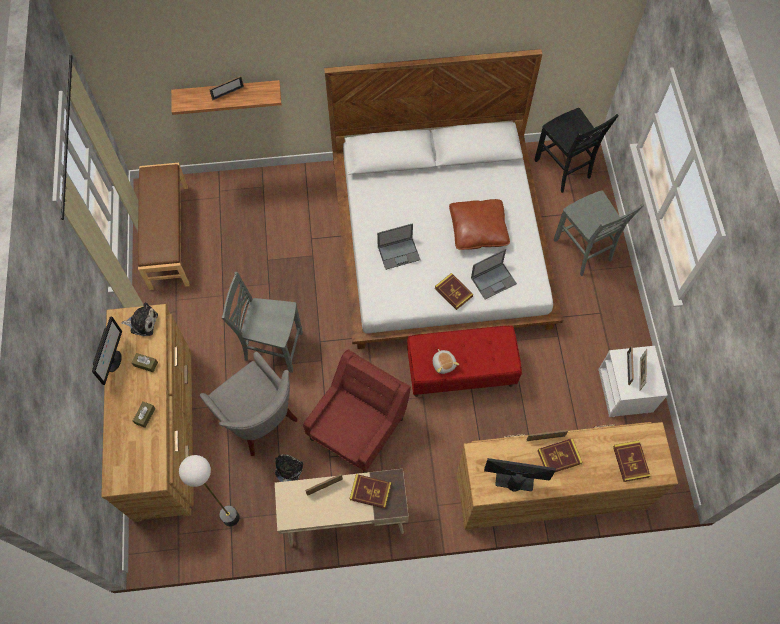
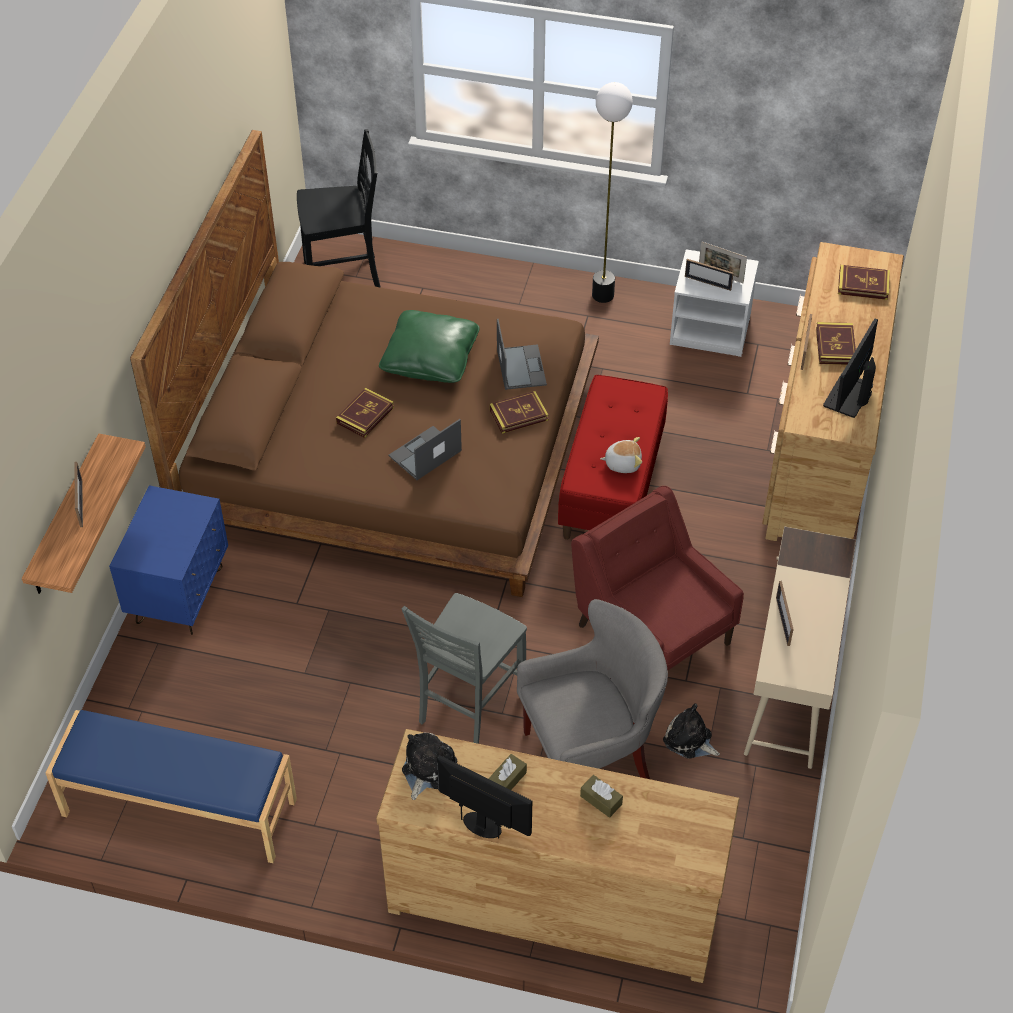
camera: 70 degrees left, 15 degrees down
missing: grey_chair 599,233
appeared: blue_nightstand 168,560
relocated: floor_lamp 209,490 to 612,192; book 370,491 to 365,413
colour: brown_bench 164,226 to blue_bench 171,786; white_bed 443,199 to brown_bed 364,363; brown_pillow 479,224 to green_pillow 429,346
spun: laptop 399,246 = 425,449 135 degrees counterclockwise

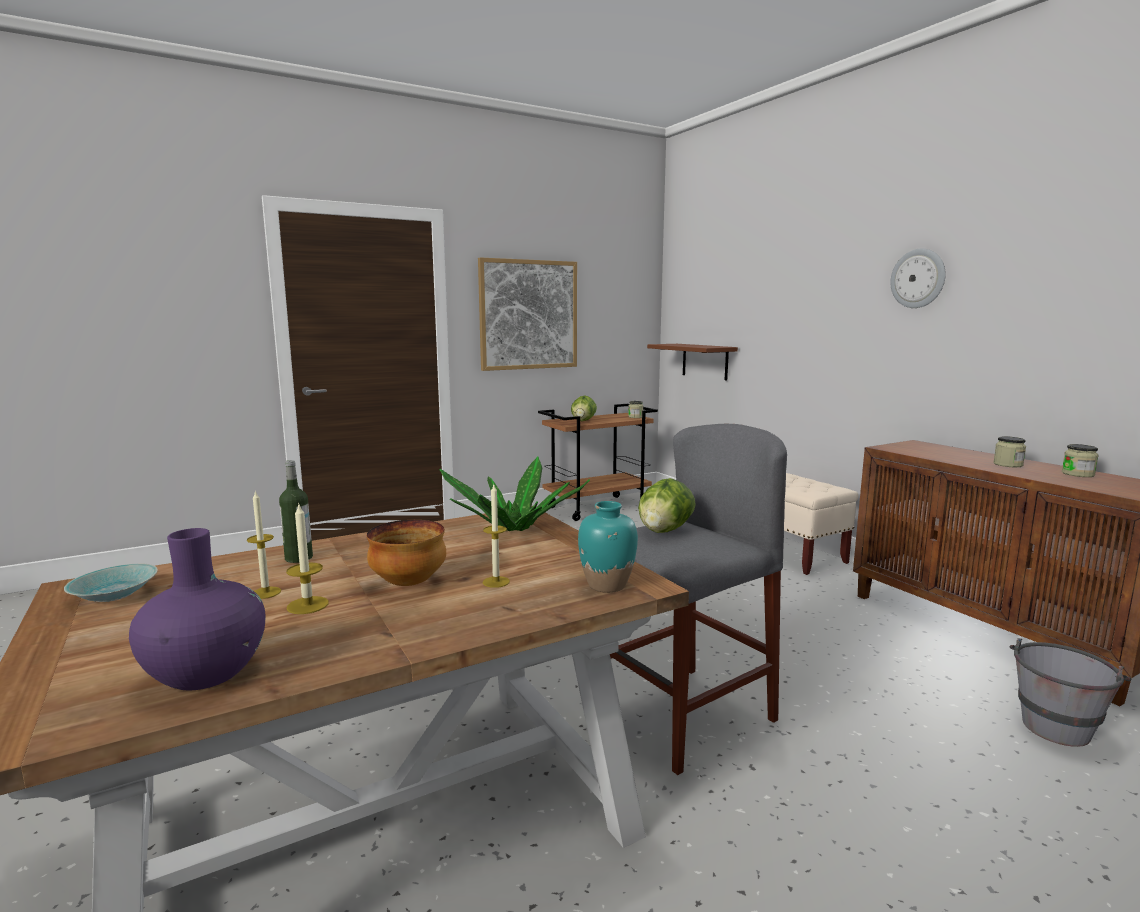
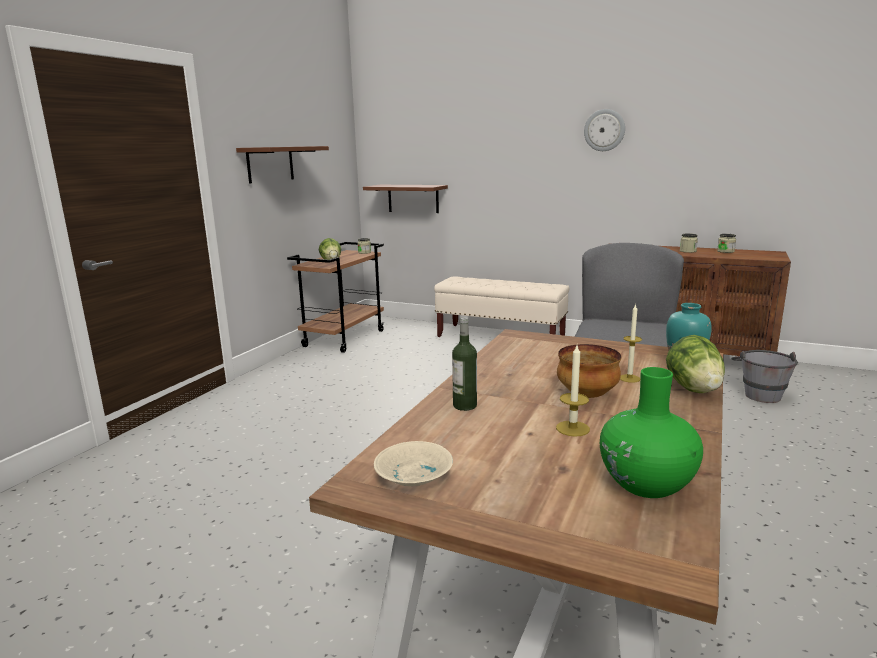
camera: 35 degrees left, 5 degrees up
missing: candle 264,545; potted_plant 514,494
relocated: lettuce 667,505 to 695,364
exchanged: picture 527,314 to brown_shelf 282,165
colour: turquoise_bowl 111,583 to beige_bowl 413,463; purple_vase 197,609 to green_vase 651,432

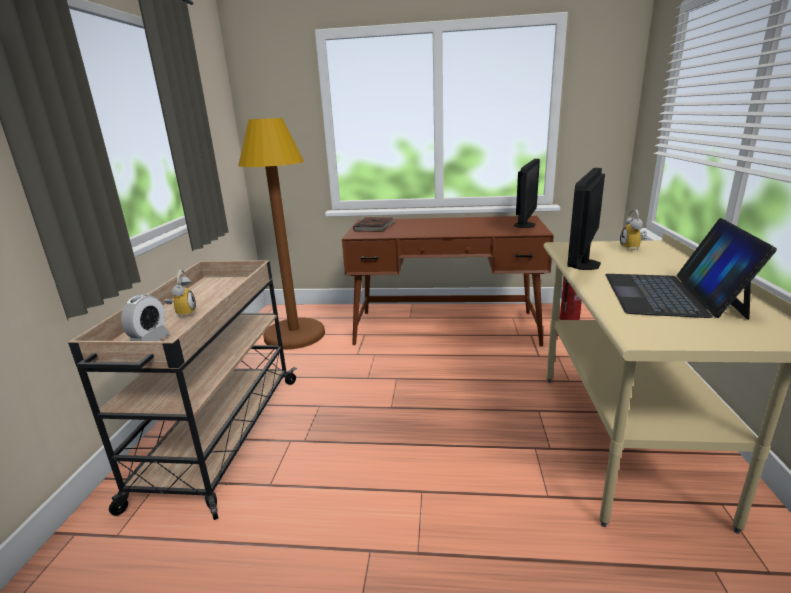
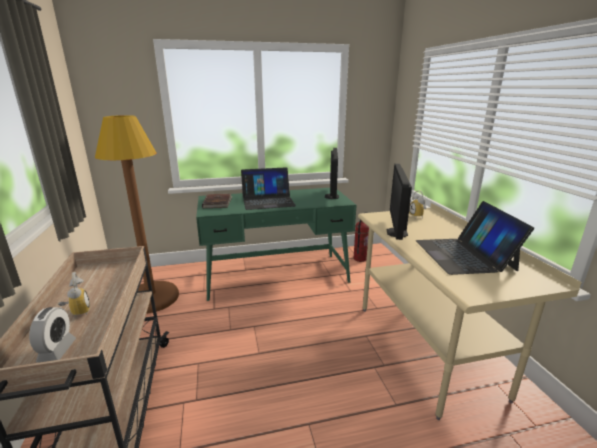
camera: 20 degrees left, 0 degrees up
appeared: laptop 268,188
colour: brown_desk 448,281 to green_desk 276,244

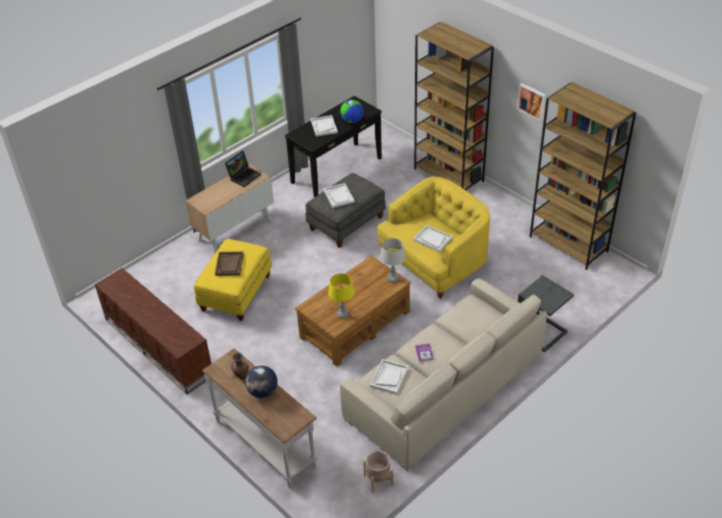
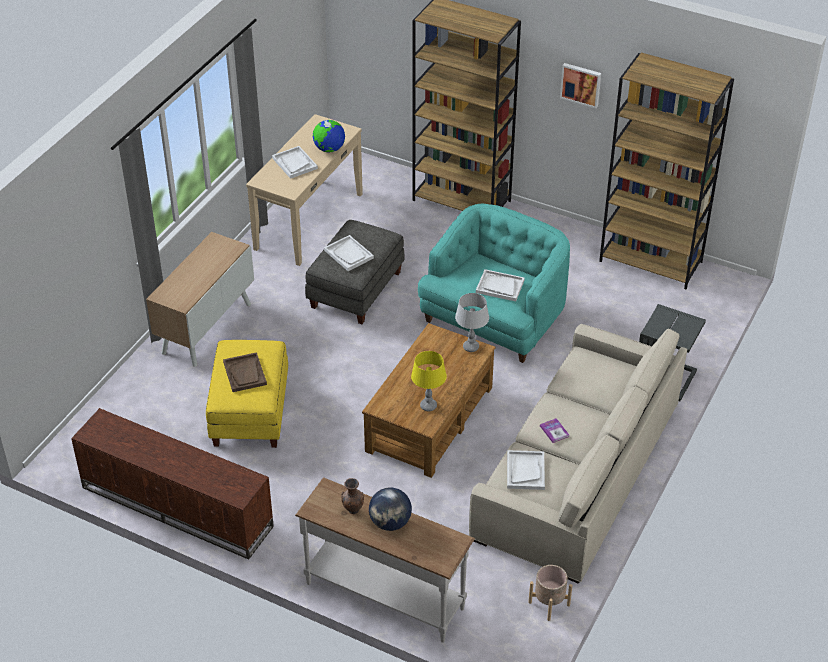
camera: 20 degrees left, 0 degrees up
missing: laptop 243,169
colour: black_console_table 333,147 to beige_console_table 304,190; yellow_armchair 433,238 to turquoise_armchair 494,283

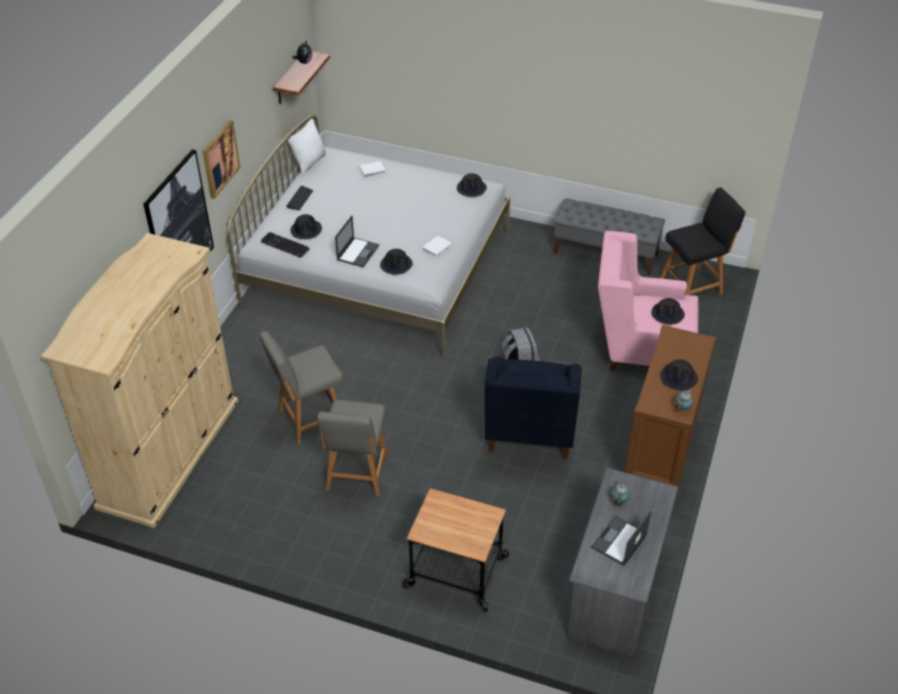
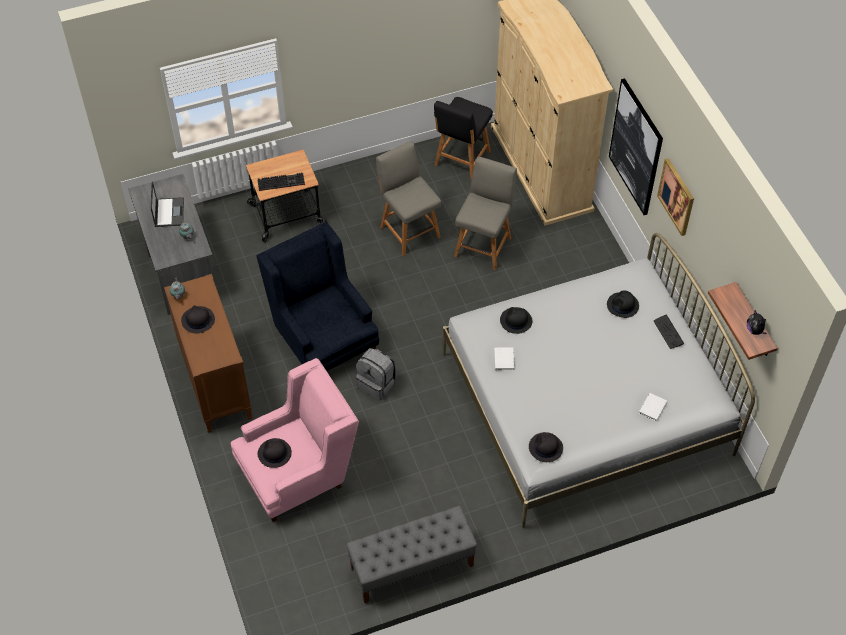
camera: 140 degrees right, 10 degrees up
missing: white_pillow 307,146; laptop 357,241
relocated: keyboard 285,245 to 281,182; black_chair 702,241 to 463,138

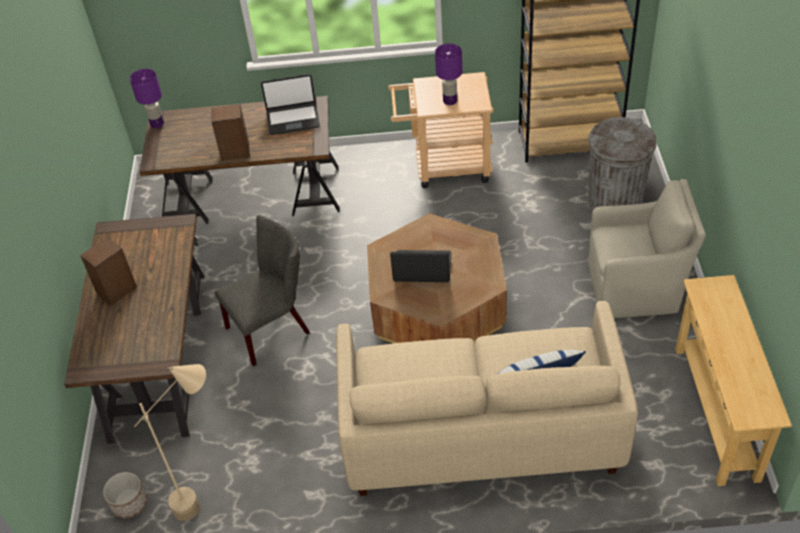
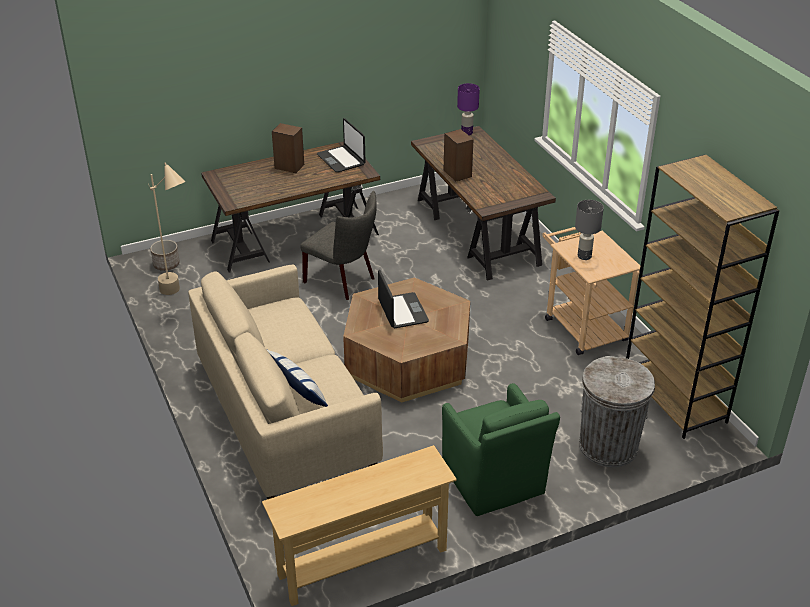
camera: 65 degrees right, 10 degrees down
relocated: laptop 290,104 to 341,145
colour: purple_table_lamp 448,74 to grey_table_lamp 589,230; beige_armchair 647,248 to green_armchair 501,449

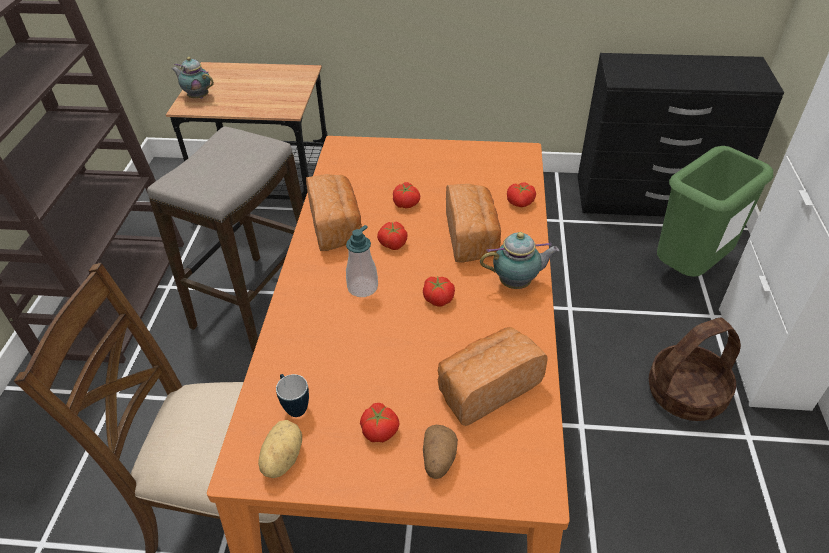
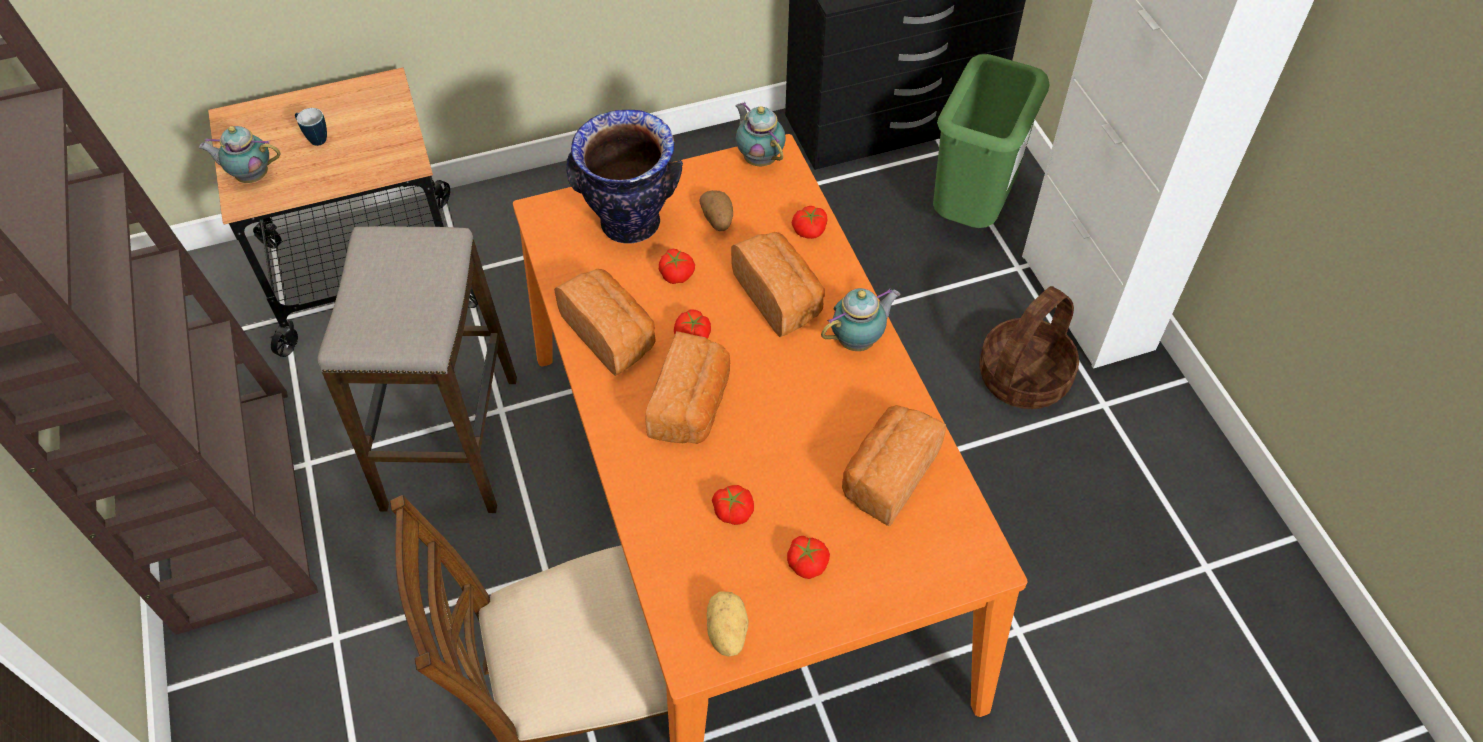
camera: 25 degrees left, 10 degrees up
appeared: vase 624,177; teapot 761,134
relocated: mug 292,395 to 311,127; tomato 439,291 to 733,505; potato 440,452 to 716,210
exchanged: soap_dispenser 362,261 to bread 687,387

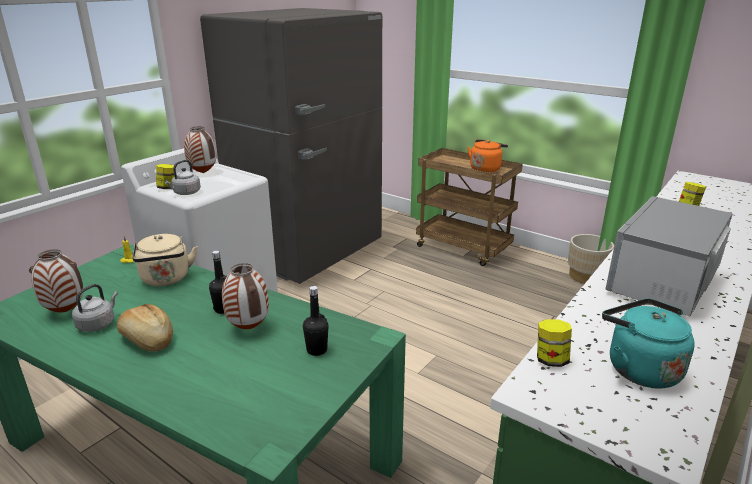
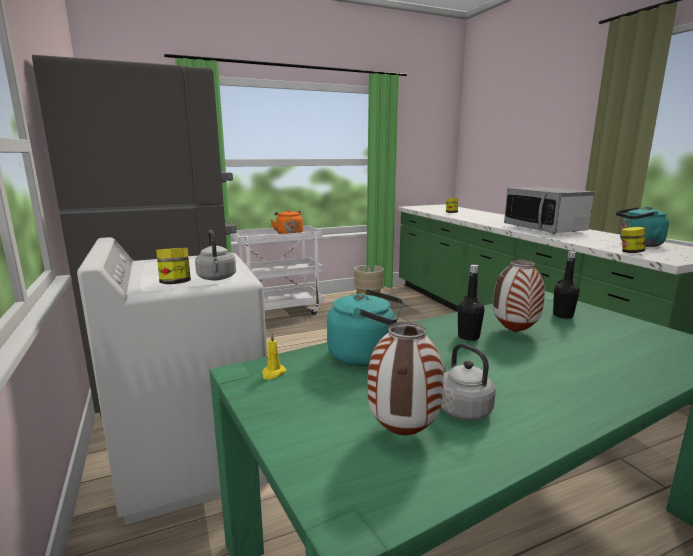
camera: 60 degrees left, 10 degrees down
missing: bread 145,328; vase 200,150
colour: beige_kettle 165,260 to turquoise_kettle 365,327; brown_cart 469,207 to white_cart 278,270

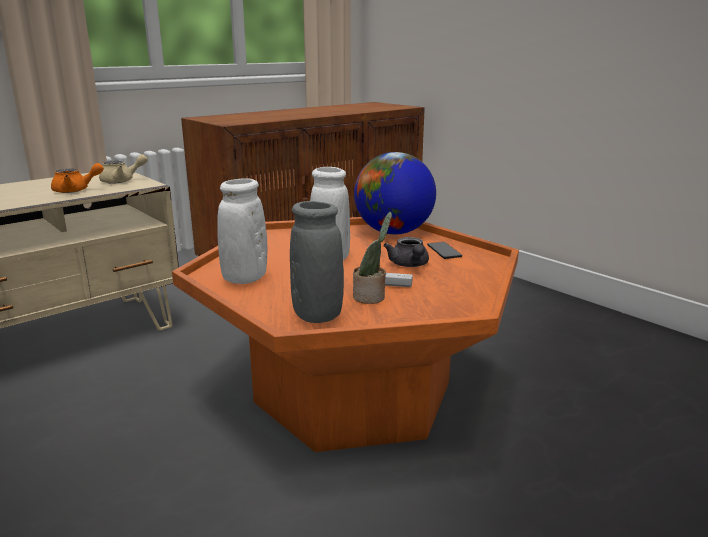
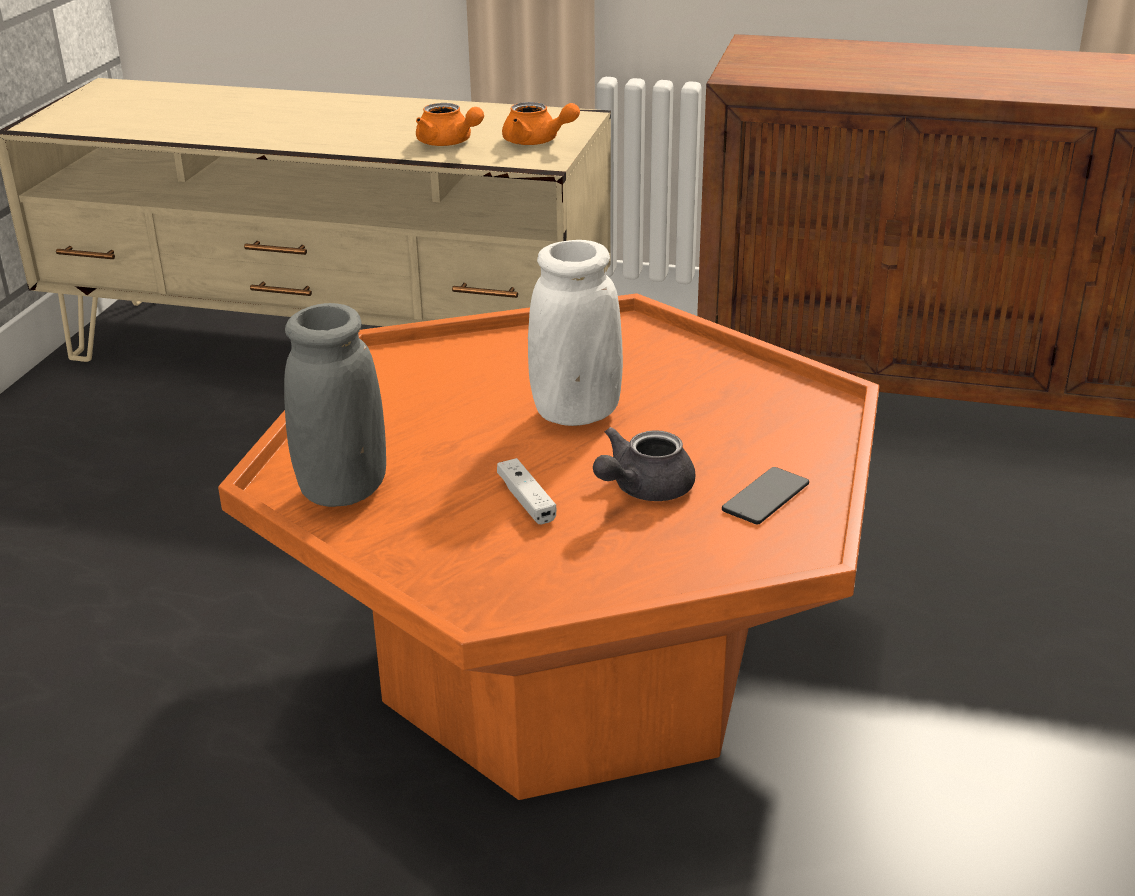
camera: 55 degrees right, 10 degrees up
missing: white_vase 242,231; potted_plant 372,258; globe 395,193
colour: beige_teapot 123,169 to orange_teapot 541,123

